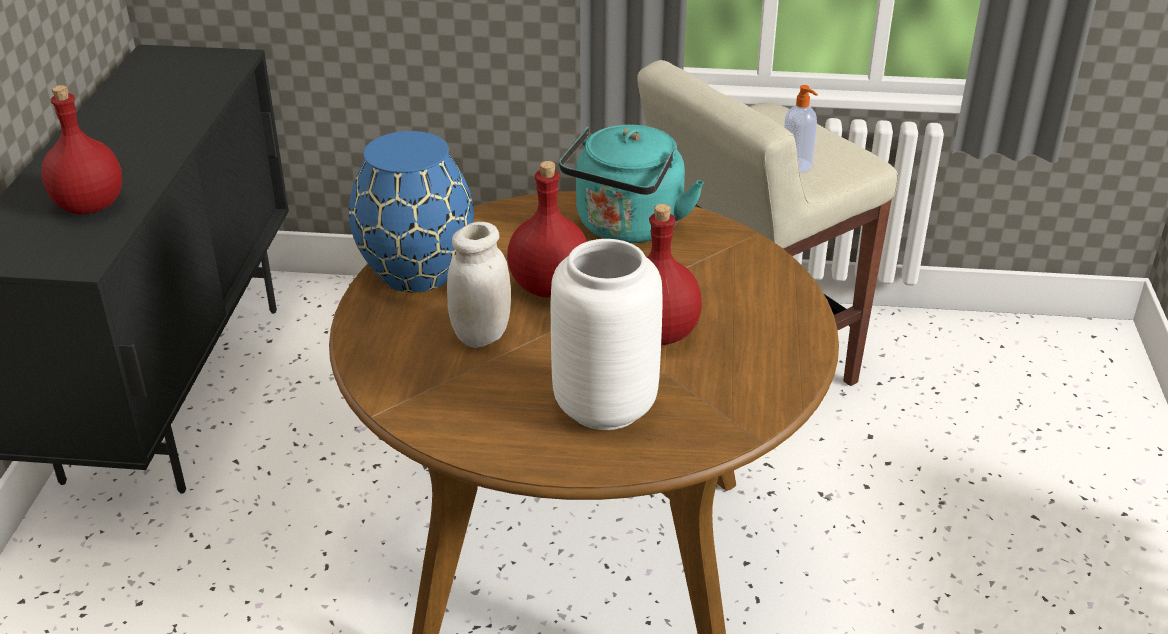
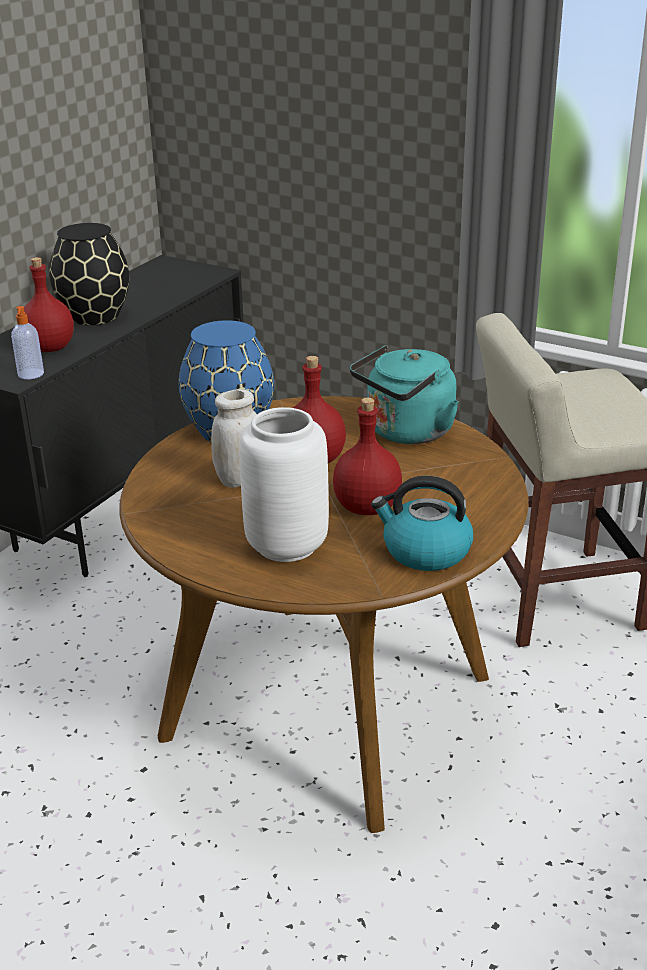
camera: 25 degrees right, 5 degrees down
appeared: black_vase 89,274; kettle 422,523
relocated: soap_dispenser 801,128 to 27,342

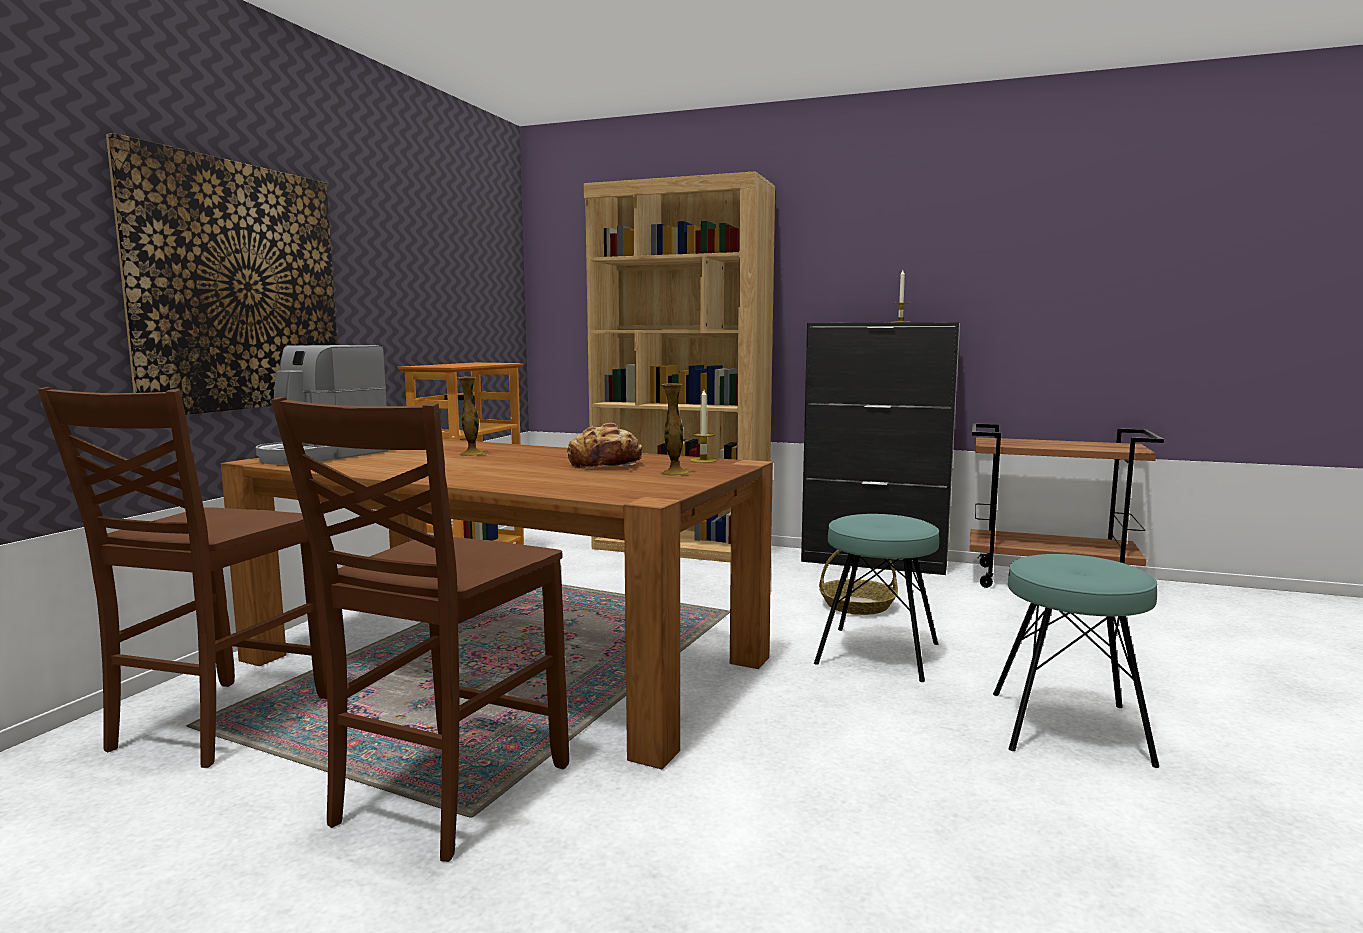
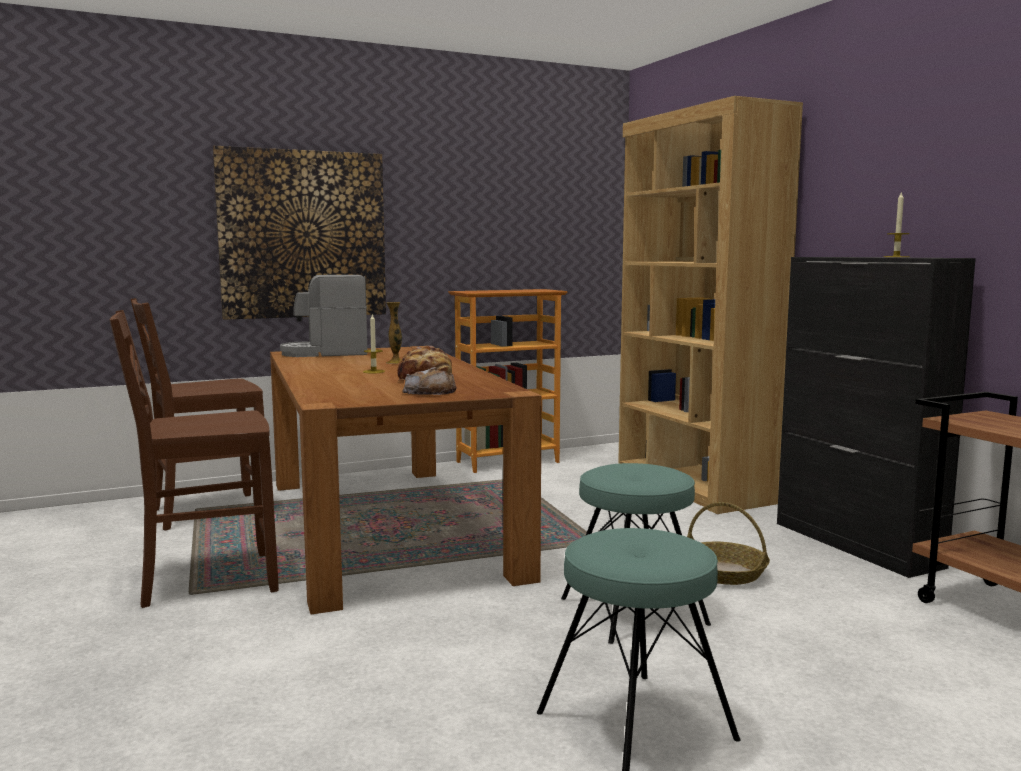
camera: 45 degrees right, 0 degrees up
relocated: candle 703,426 to 374,343
exchanged: vase 675,429 to bread 429,381

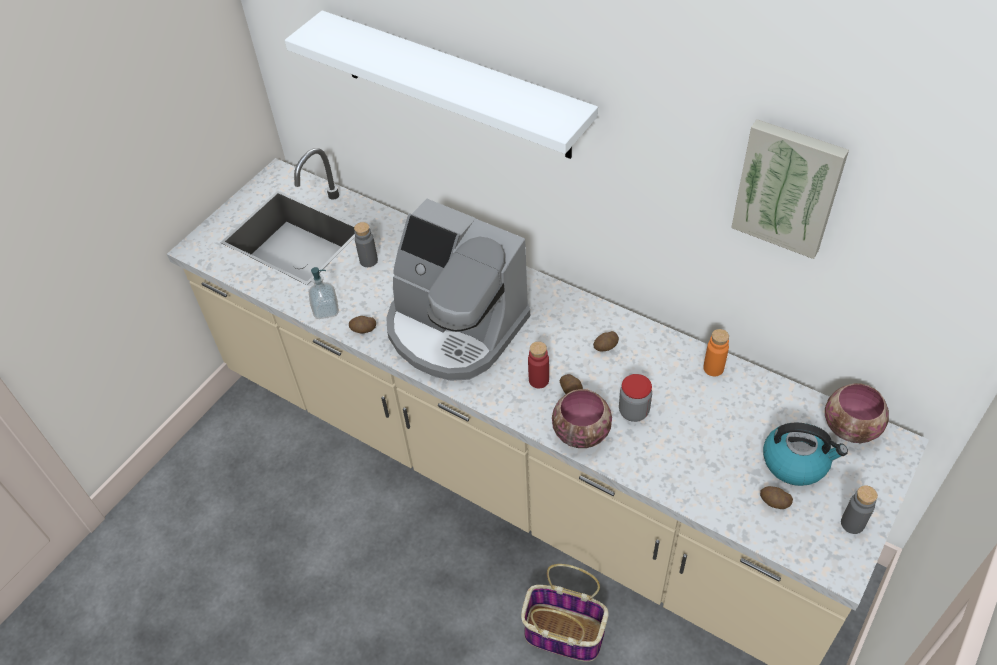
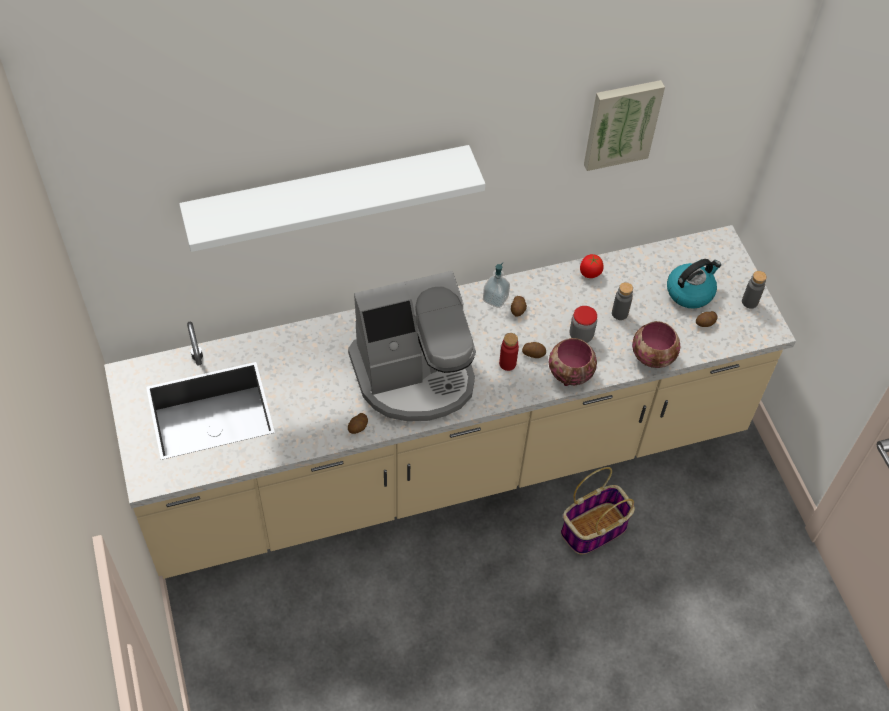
camera: 55 degrees left, 5 degrees up
relocated: soap_dispenser 324,293 to 496,285; grey_bottle 366,244 to 622,301; bowl 857,413 to 656,344
exchanged: orange_bottle 716,352 to tomato 592,266

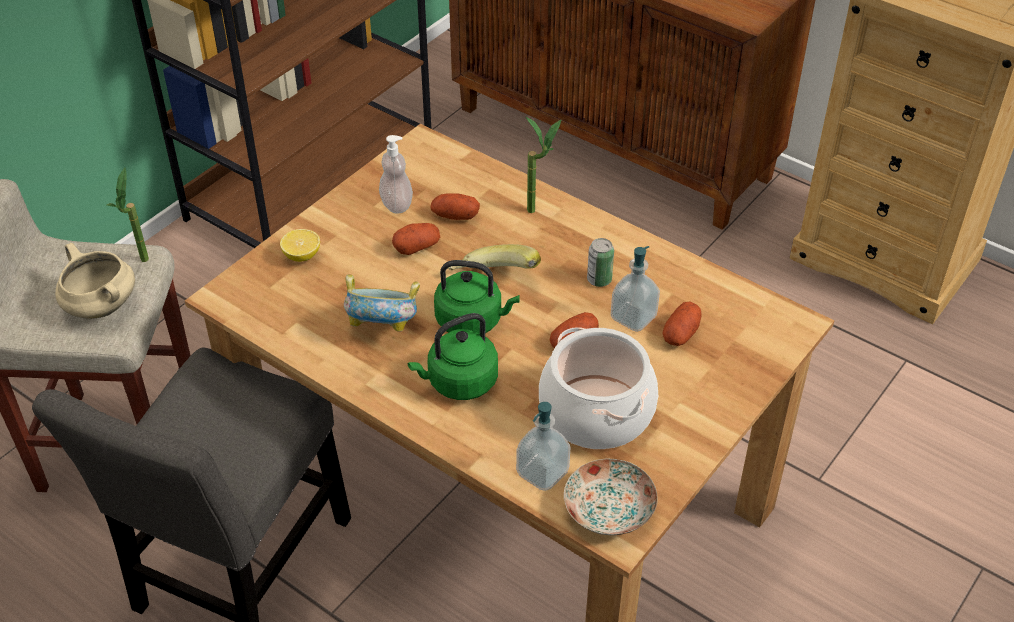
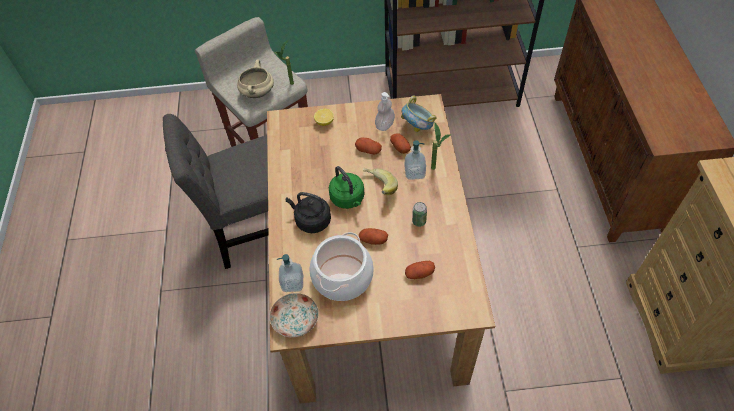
camera: 50 degrees right, 10 degrees up
relocated: bowl 382,303 to 419,113; soap_dispenser 635,289 to 415,160
colour: green_kettle 453,356 to black_kettle 308,212

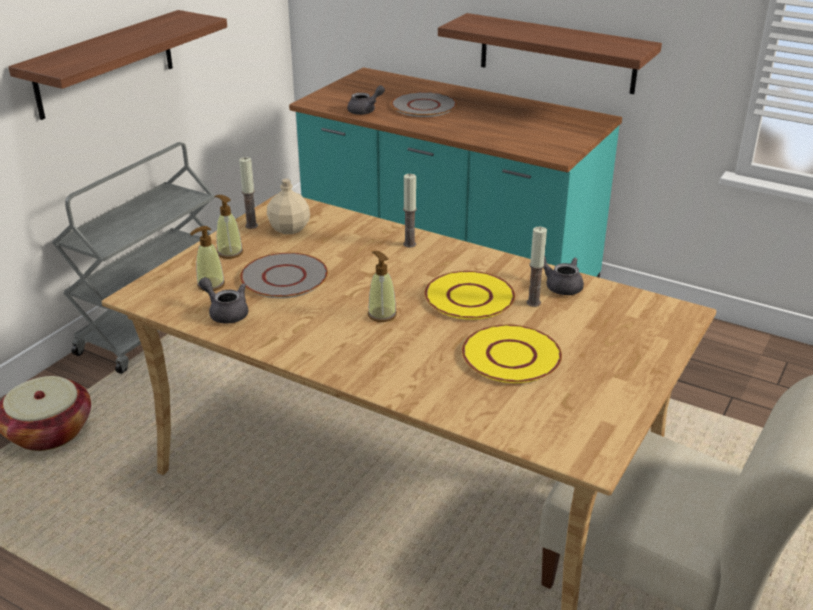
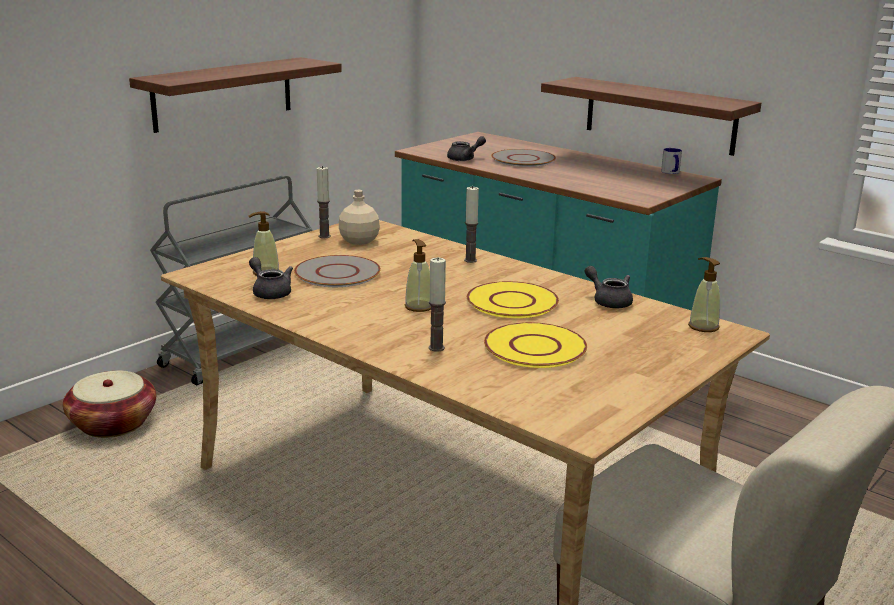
camera: 10 degrees right, 10 degrees down
appeared: mug 671,161
relocated: soap_dispenser 228,227 to 704,294; candle 537,267 to 437,304

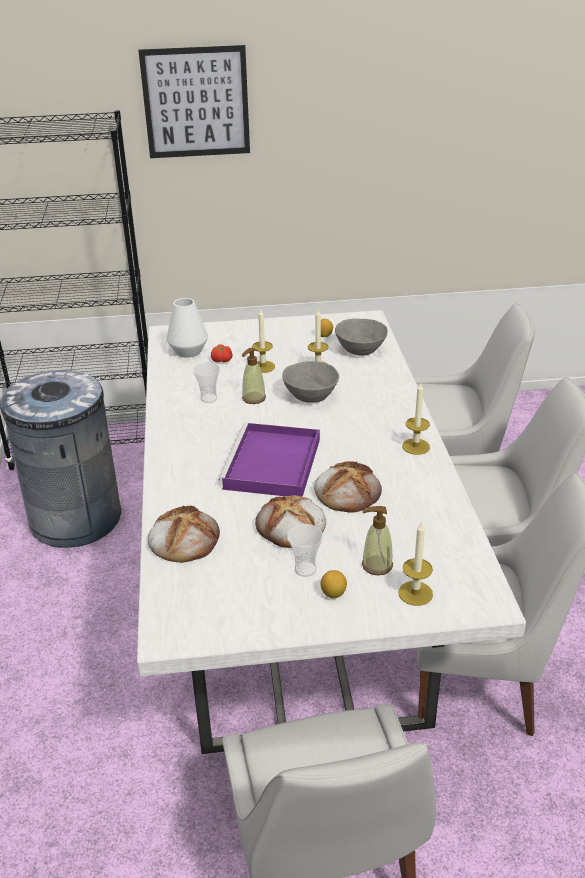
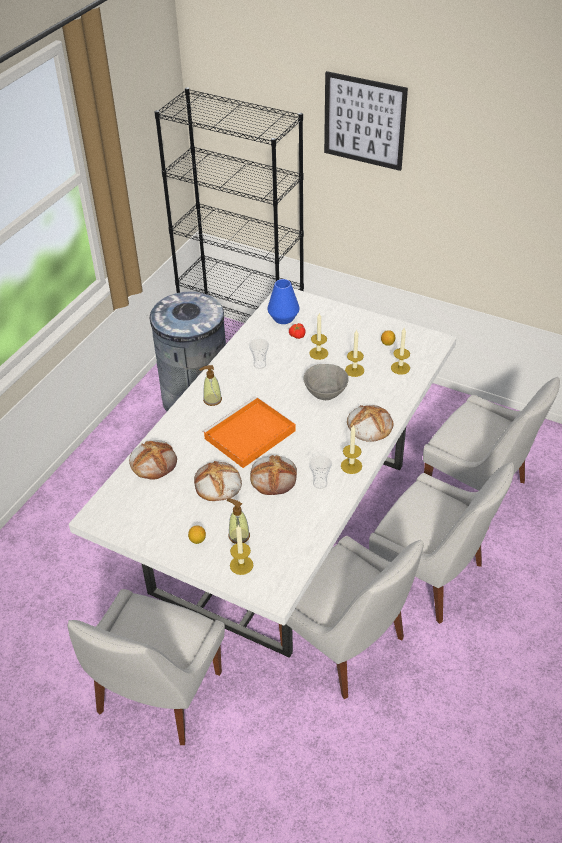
camera: 35 degrees right, 10 degrees up
appeared: bread 370,423
relocated: soap_dispenser 253,376 to 210,385; cup 305,550 to 320,472
exchanged: grey_bowl 361,337 to candle 400,351
colour: white_vase 187,327 to blue_vase 283,301; purple_tray 269,460 to orange_tray 249,432

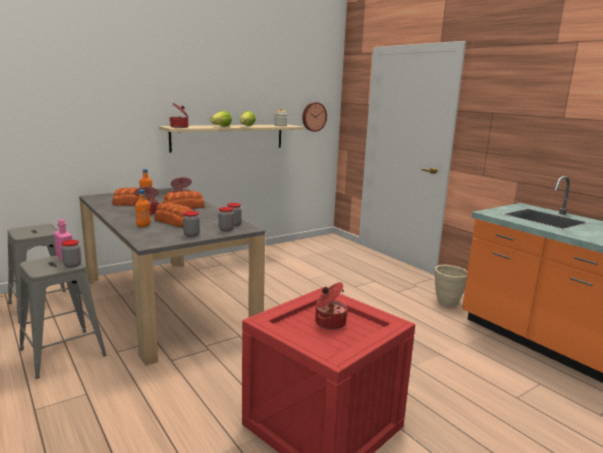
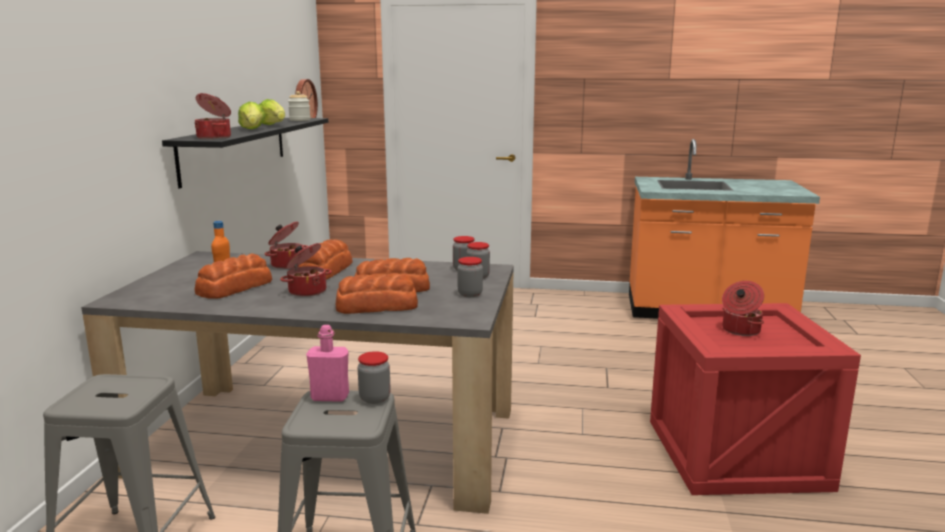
camera: 45 degrees left, 0 degrees up
missing: beige_planter 451,285
exchanged: orange_bottle 143,208 to bread 377,293
colour: beige_shelf 231,139 to black_shelf 245,153

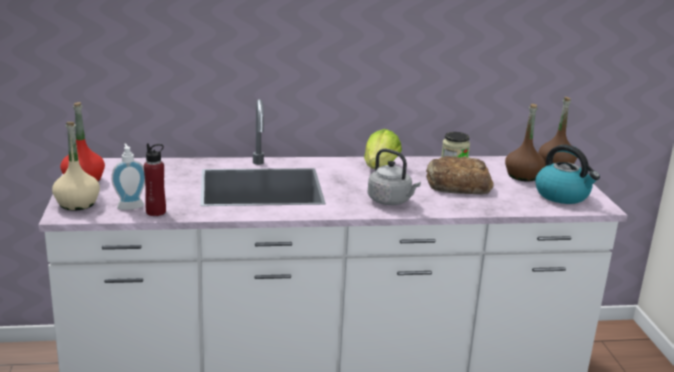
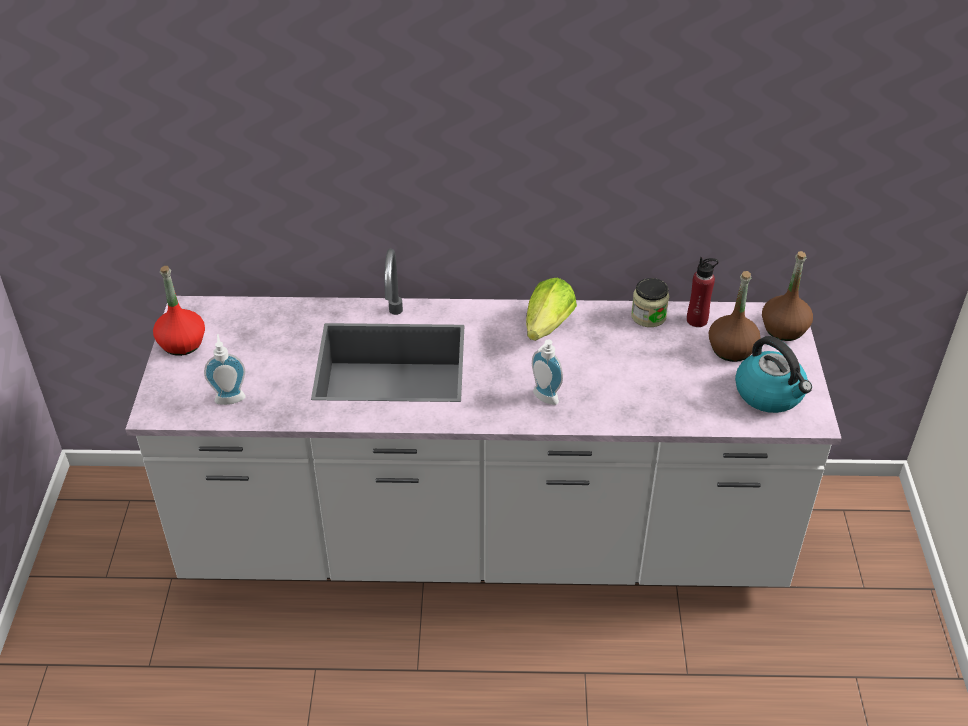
camera: 10 degrees right, 20 degrees up
missing: beige_bottle 76,166; bread 460,175
relocated: red_bottle 155,179 to 703,292
exchanged: grey_kettle 394,176 to soap_dispenser 547,372

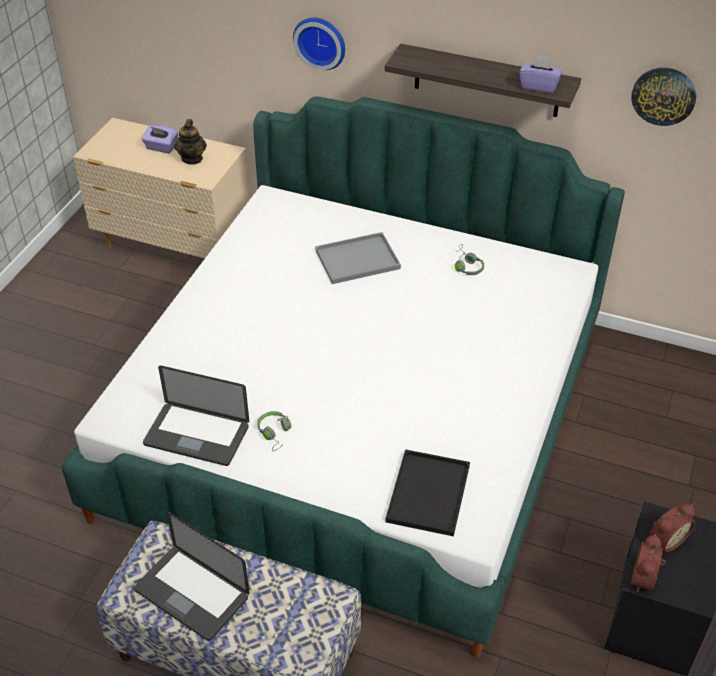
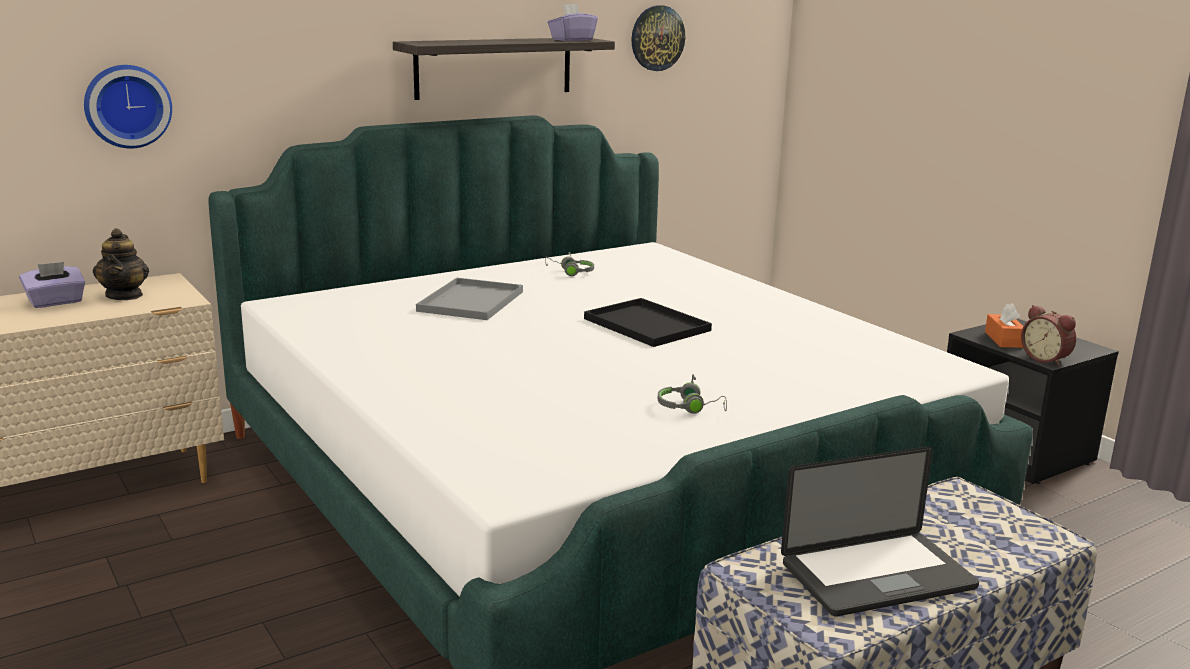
camera: 55 degrees left, 25 degrees down
missing: laptop 196,415
relocated: wall_clock 319,44 to 128,107; black_tray 427,493 to 648,322
exchanged: alarm_clock 672,528 to orange_tissue_box 1004,325
spun: teapot 190,142 = 121,264 45 degrees clockwise

